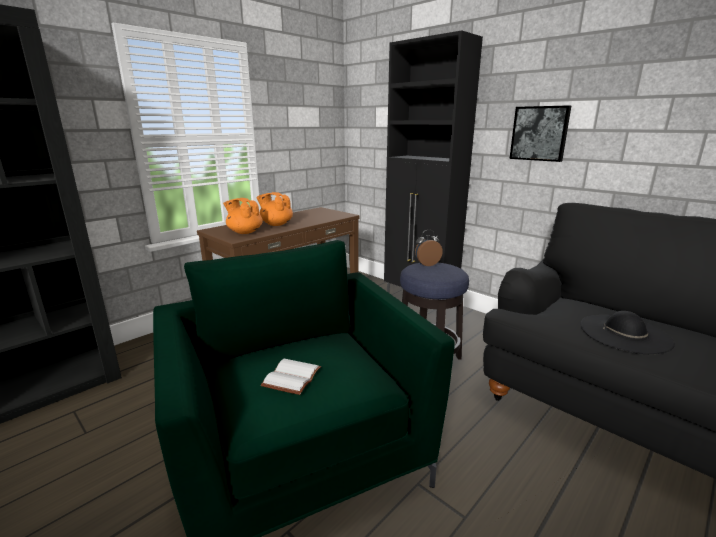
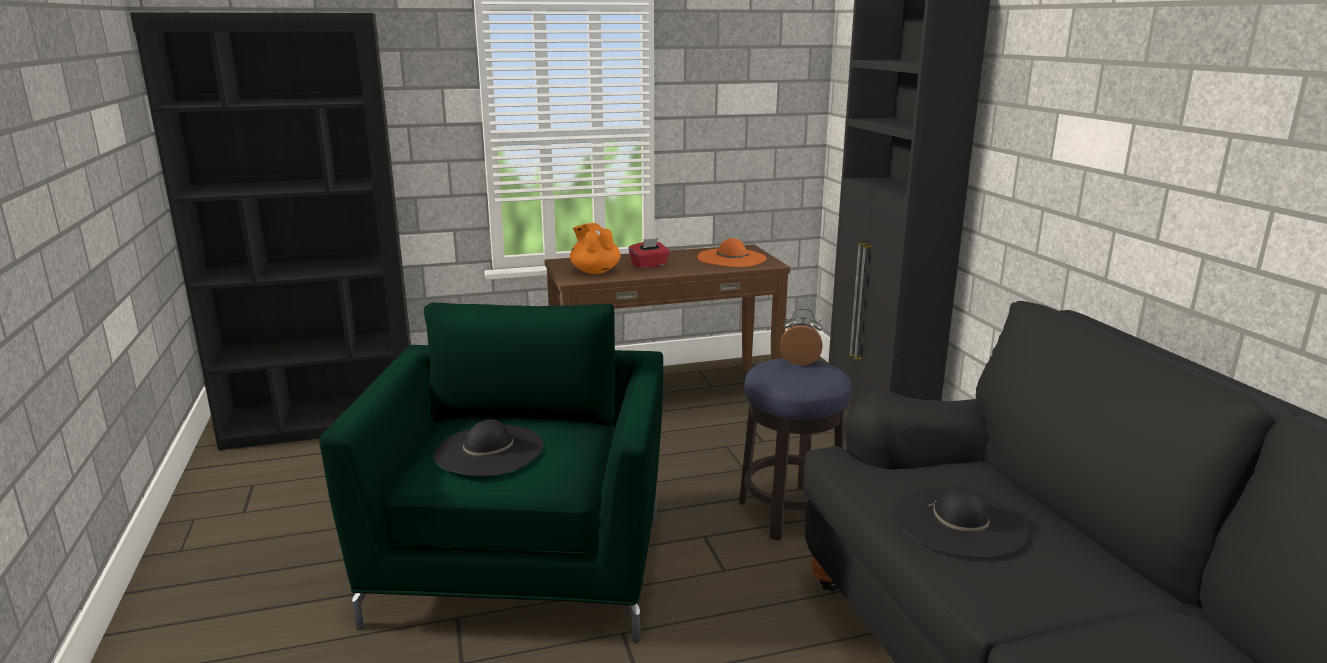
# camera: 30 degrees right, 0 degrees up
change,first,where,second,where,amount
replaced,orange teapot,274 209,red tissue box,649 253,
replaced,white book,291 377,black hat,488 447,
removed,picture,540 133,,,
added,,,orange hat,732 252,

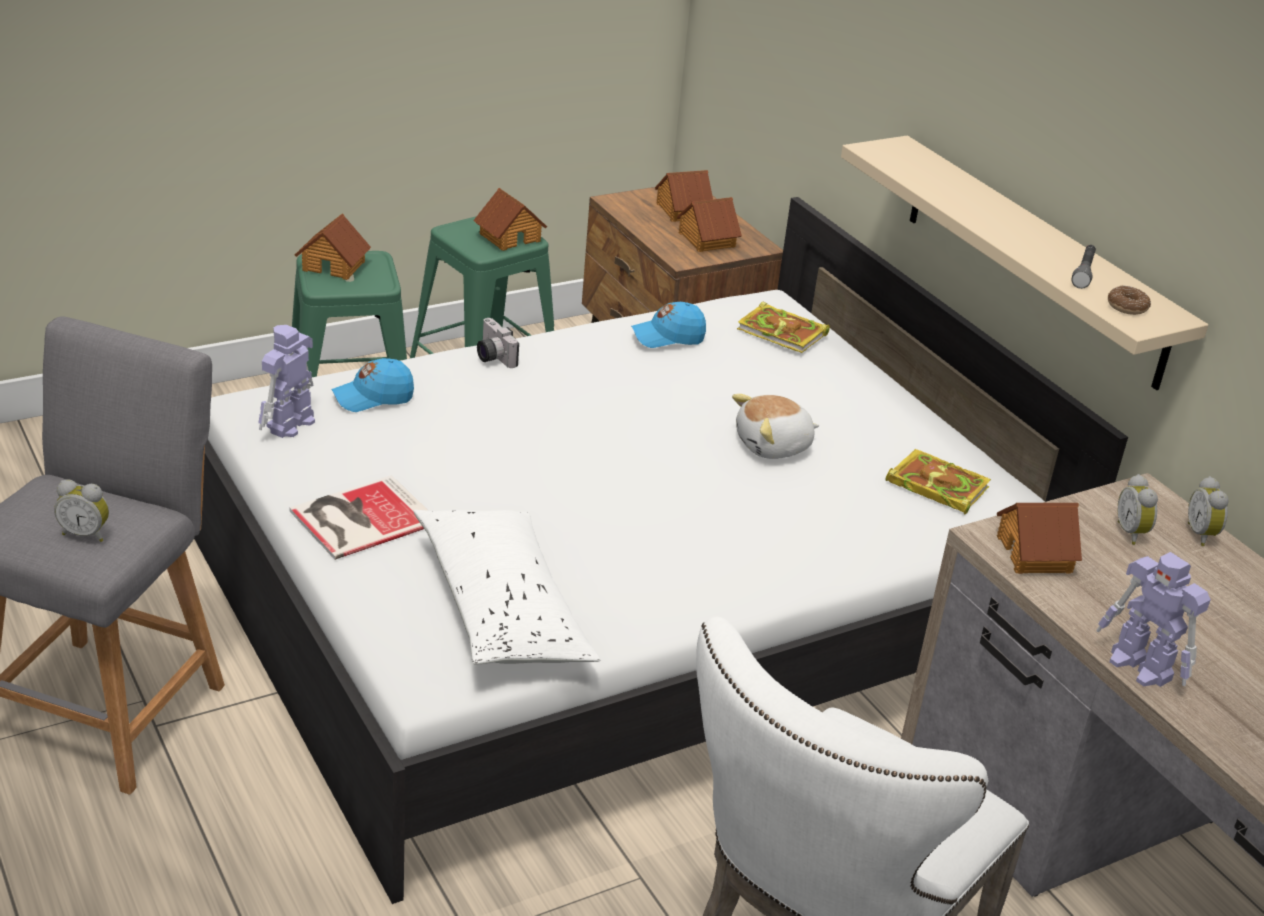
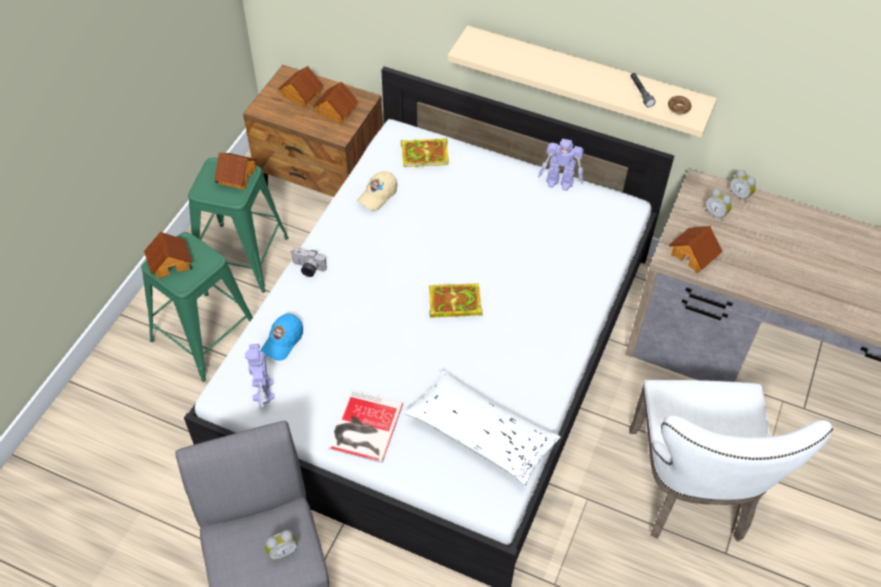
# camera: 35 degrees left, 20 degrees up
change,first,where,second,where,amount
recoloured,blue cap,668 325,beige cap,377 191,
removed,plush toy,775 426,,,
moved,book,938 482,,456 300,
moved,toy robot,1153 619,,561 165,

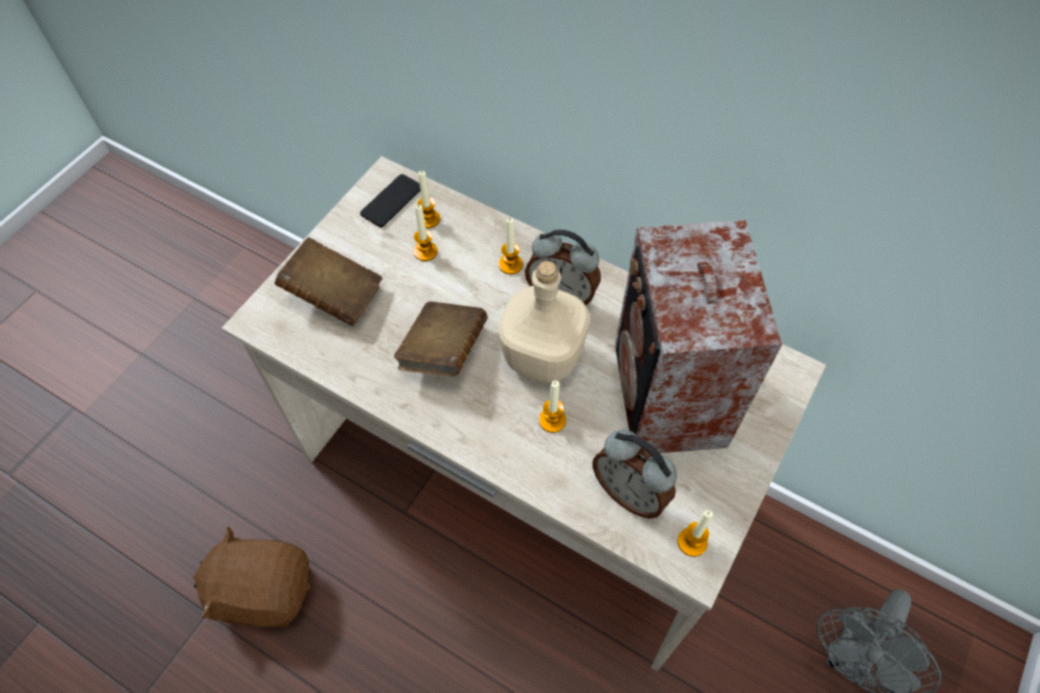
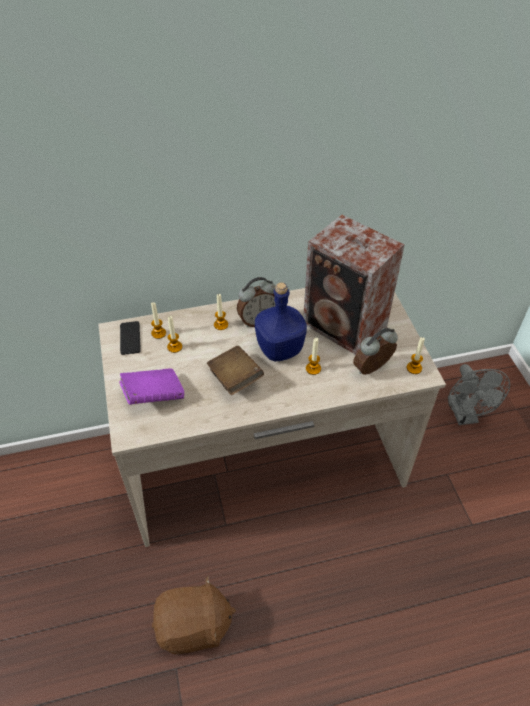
# camera: 45 degrees left, 10 degrees down
change,first,where,second,where,amount
turned,brown plush toy,251 577,,194 615,150 degrees counterclockwise
recoloured,brown book,329 281,purple book,151 386,
recoloured,beige bottle,544 322,blue bottle,281 321,
turned,alarm clock,635 474,,375 351,150 degrees clockwise

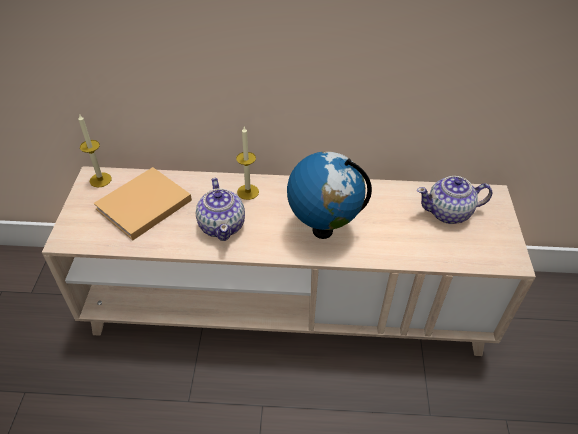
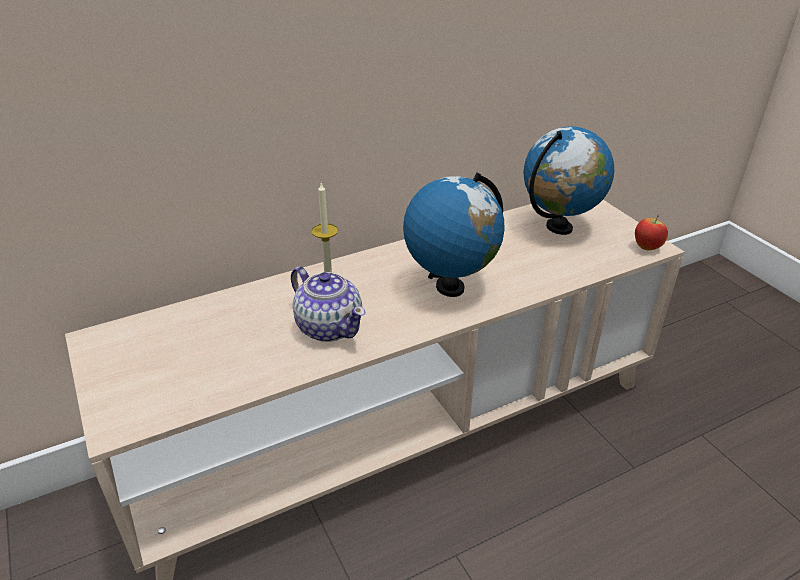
# camera: 30 degrees left, 10 degrees down
change,first,where,second,where,amount
removed,candle,95 150,,,
removed,beige book,143 203,,,
replaced,teapot,454 200,globe,568 180,
added,,,apple,651 232,

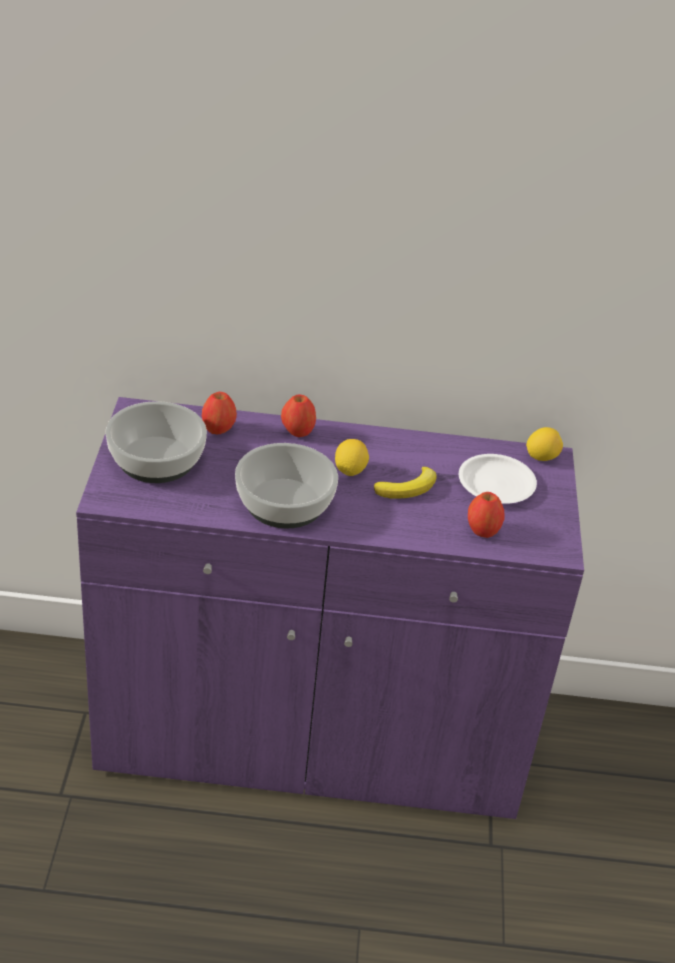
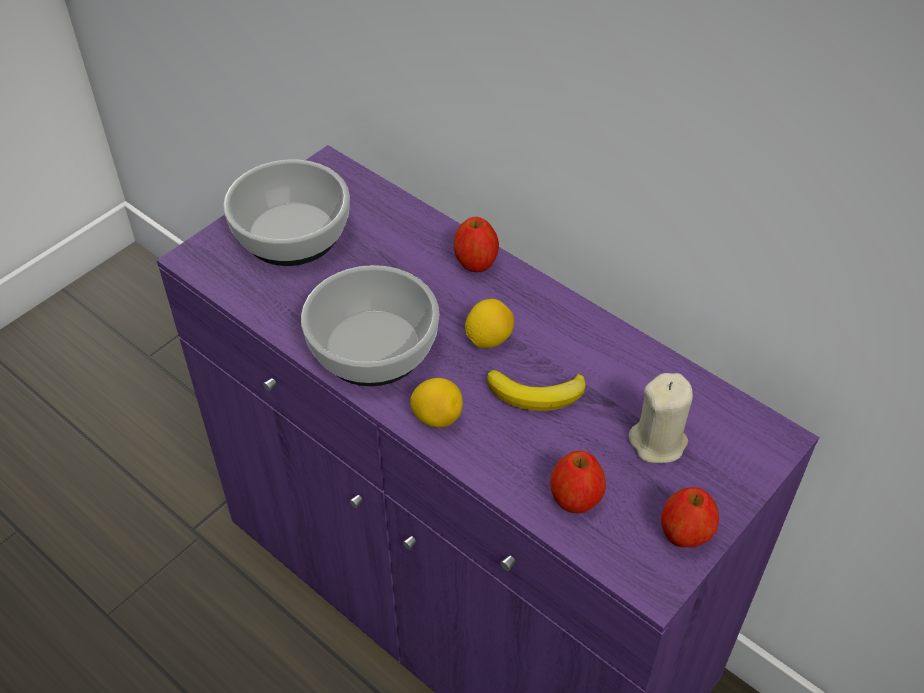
# camera: 40 degrees right, 10 degrees up
change,first,where,second,where,amount
moved,apple,219 413,,690 517,
replaced,white plate,498 479,beige candle,661 418,
moved,lemon,544 444,,436 402,

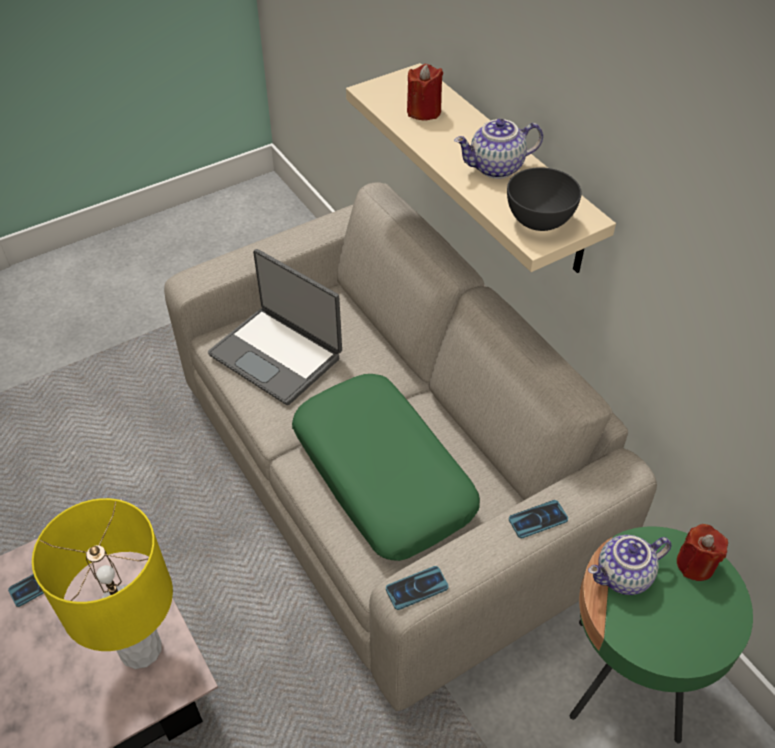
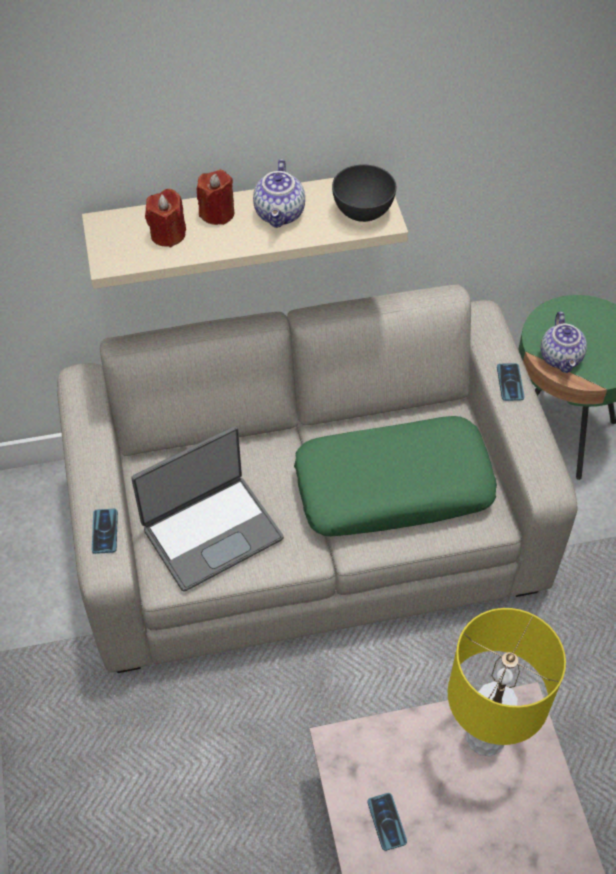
# camera: 70 degrees left, 5 degrees up
change,first,where,second,where,amount
moved,phone,417 588,,105 531,
moved,red candle,702 552,,215 197,

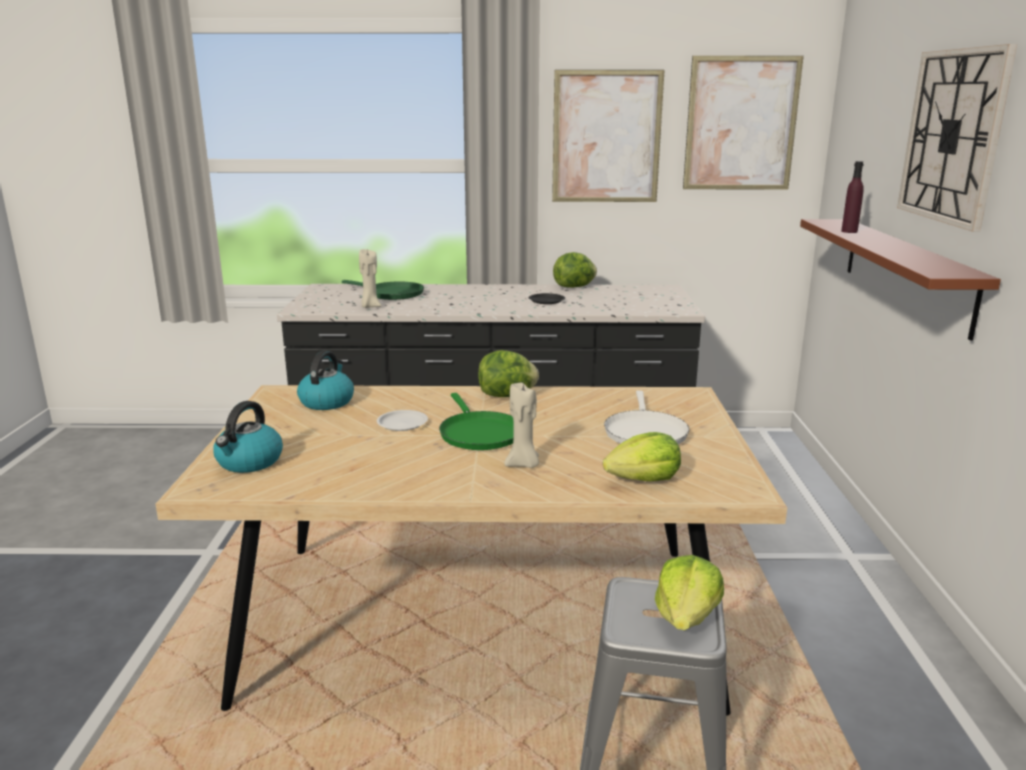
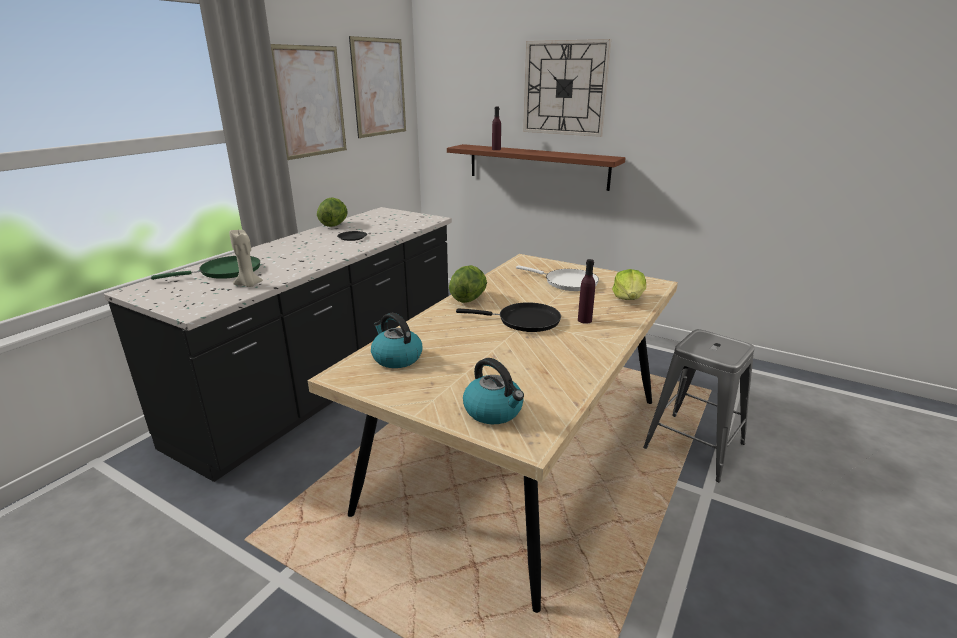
# camera: 60 degrees left, 5 degrees up
change,first,where,second,where,amount
removed,white plate,402 420,,,
recoloured,green frying pan,476 421,black frying pan,508 317,
replaced,beige candle,521 424,purple bottle,586 291,
removed,lettuce,689 593,,,

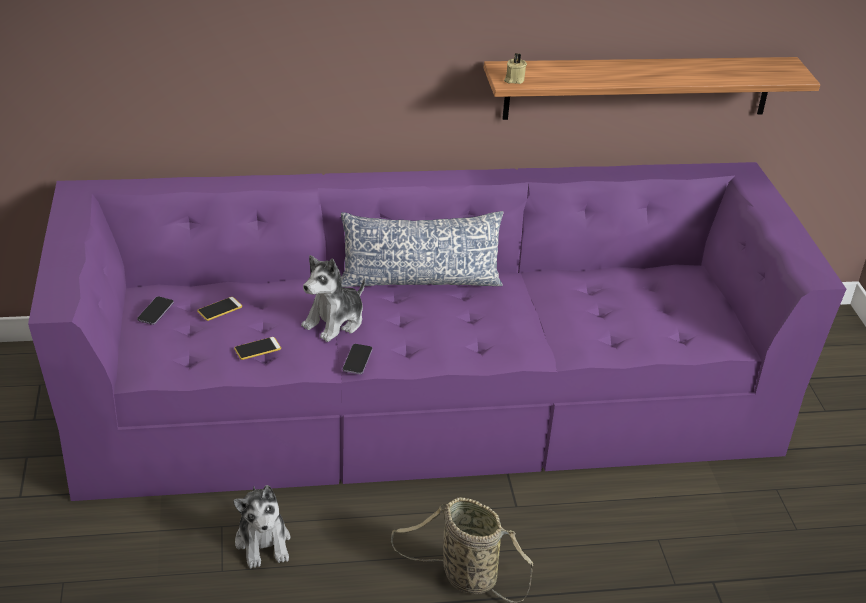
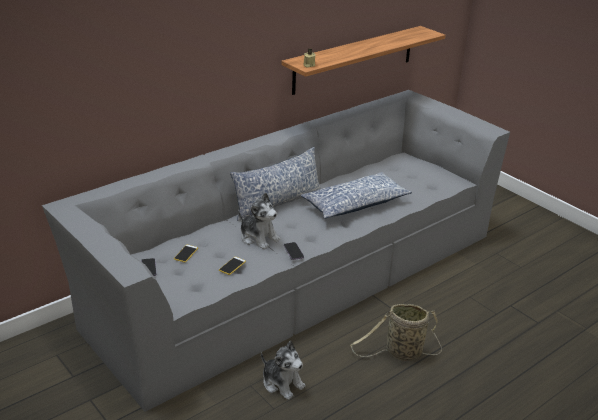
# camera: 30 degrees left, 5 degrees down
change,first,where,second,where,amount
recoloured,purple sofa,437 331,grey sofa,276 251,
turned,plush toy,333 298,,259 221,60 degrees counterclockwise
added,,,pillow,356 195,

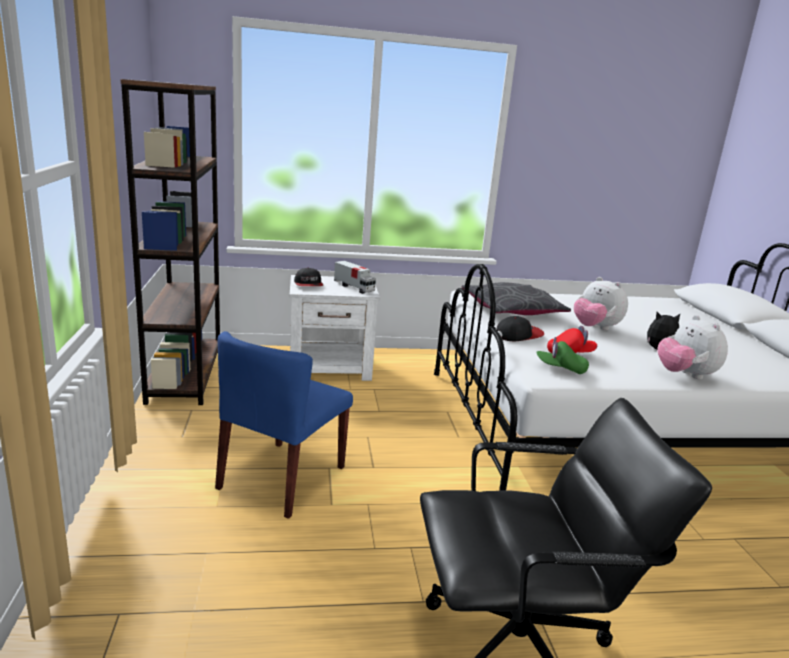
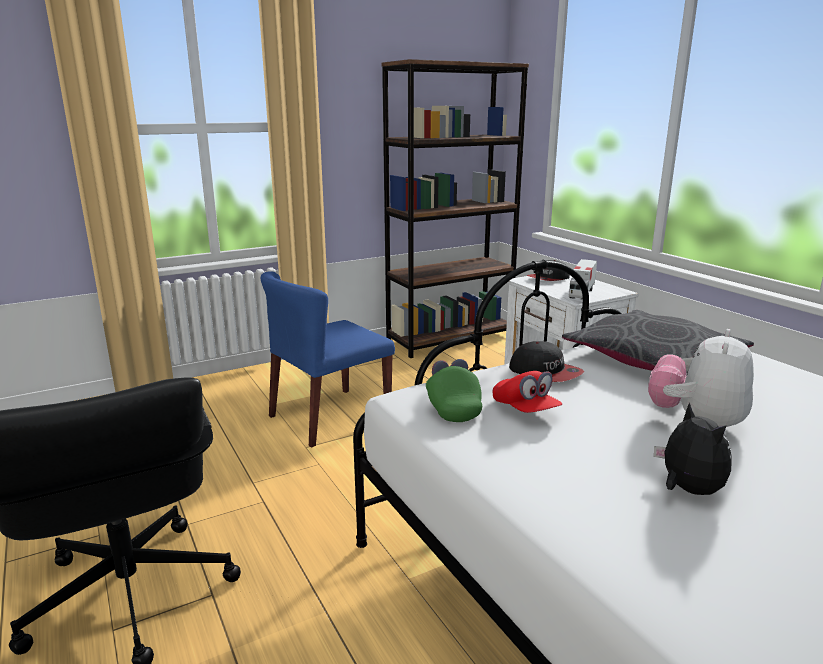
# camera: 70 degrees right, 0 degrees up
change,first,where,second,where,amount
turned,blue chair,284 425,,327 359,45 degrees counterclockwise
removed,plush toy,693 347,,,

